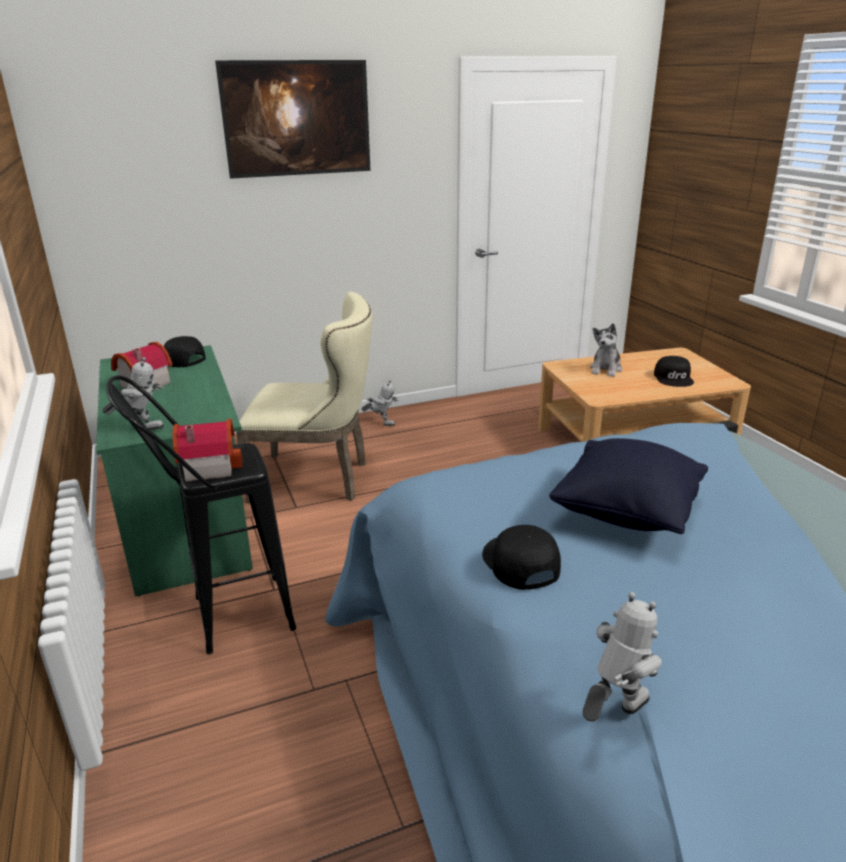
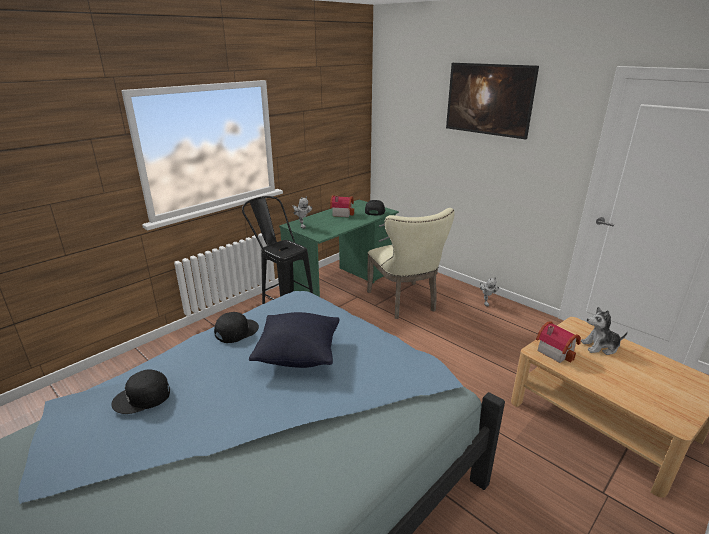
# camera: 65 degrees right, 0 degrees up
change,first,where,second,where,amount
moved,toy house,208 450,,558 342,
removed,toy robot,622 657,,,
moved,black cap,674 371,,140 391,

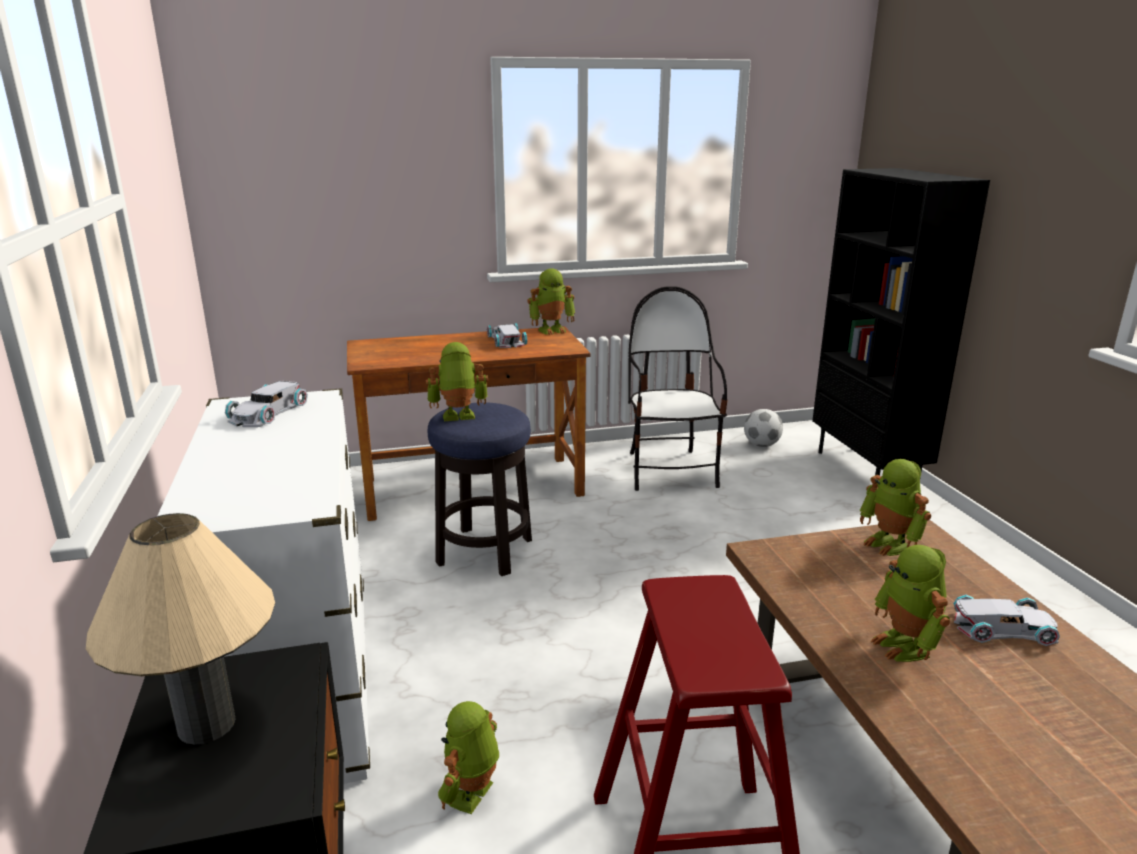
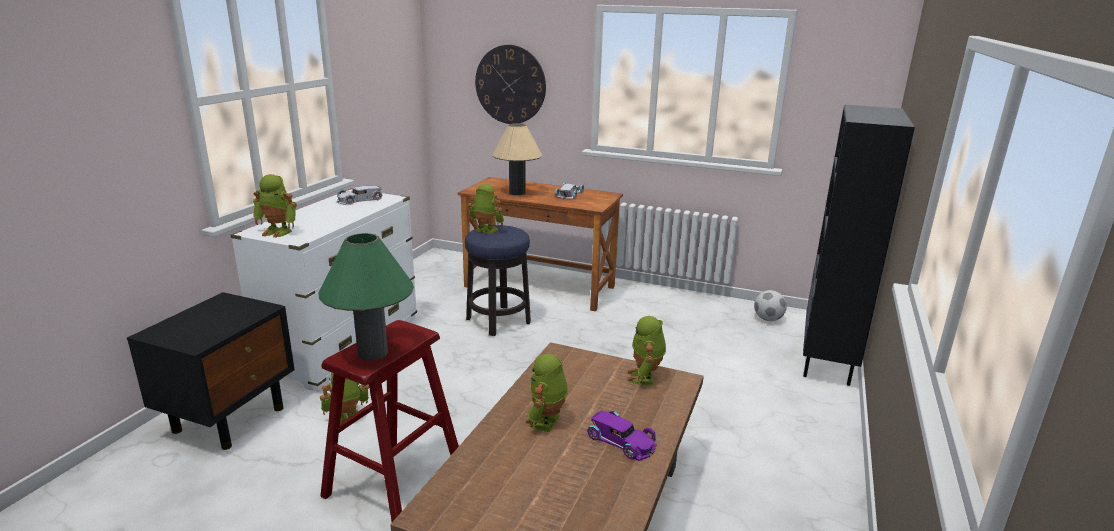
# camera: 35 degrees right, 0 degrees up
change,first,where,second,where,amount
moved,beige table lamp,180 629,,517 159,
moved,toy robot,551 301,,275 206,
removed,chair,677 388,,,
recoloured,white toy car,1006 620,purple toy car,622 435,
added,,,green table lamp,366 297,
added,,,wall clock,510 84,

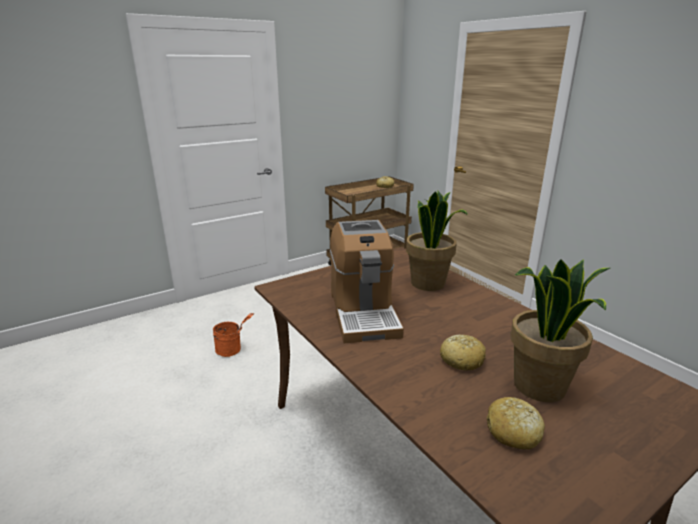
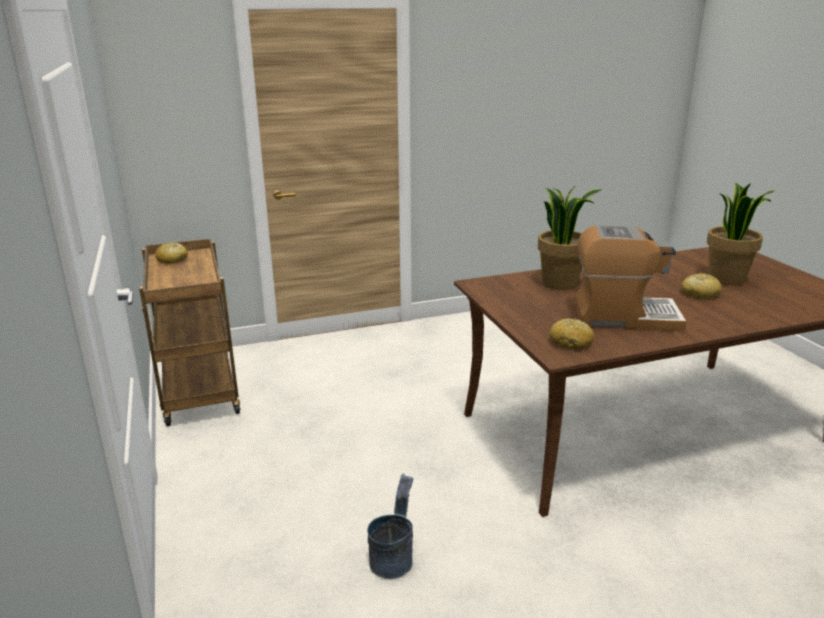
# camera: 75 degrees left, 0 degrees up
change,first,where,second,where,amount
recoloured,orange bucket,233 335,grey bucket,390 526,
moved,bread,516 423,,572 333,

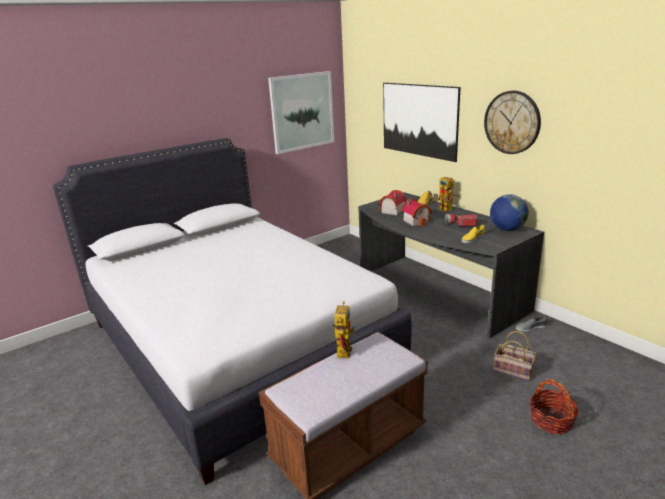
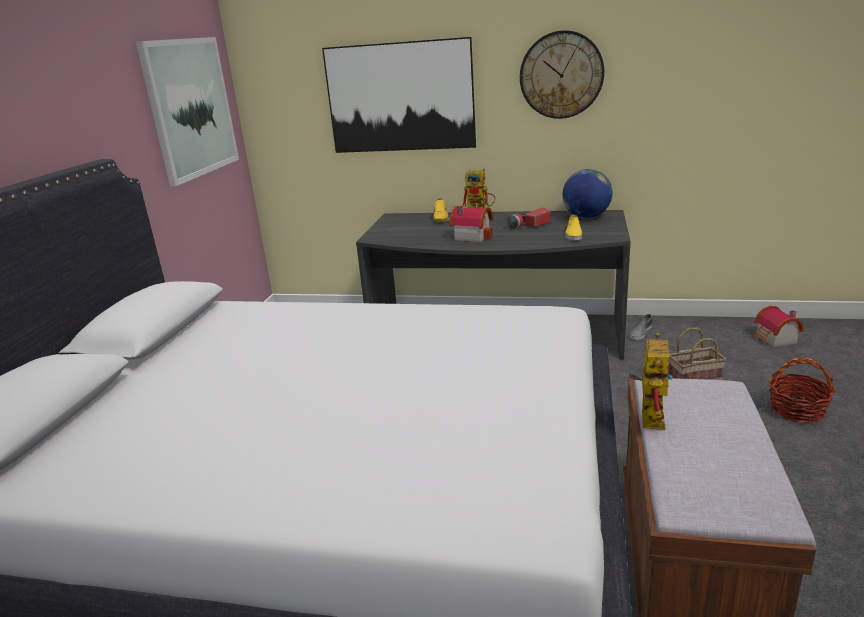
# camera: 40 degrees left, 0 degrees up
change,first,where,second,where,amount
turned,toy robot,344 330,,650 381,45 degrees clockwise
moved,toy house,392 202,,778 326,

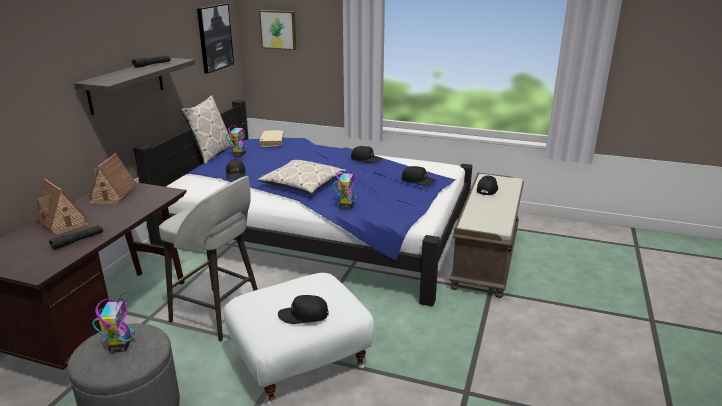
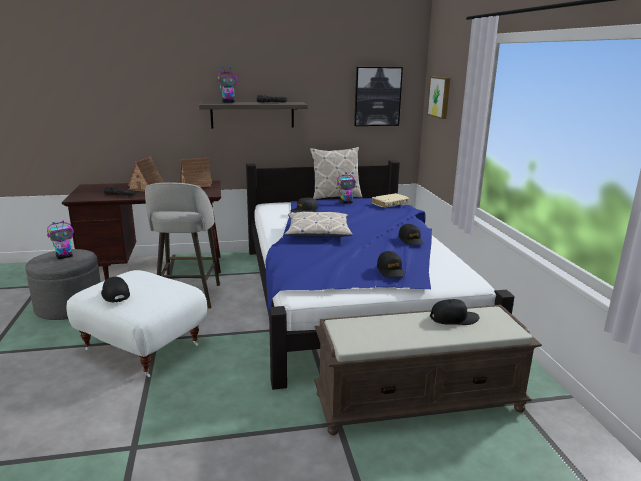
# camera: 60 degrees right, 5 degrees down
change,first,where,second,where,amount
moved,toy robot,347 187,,227 84,

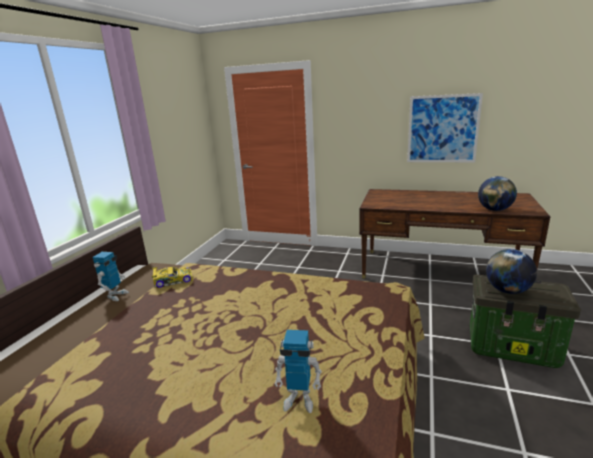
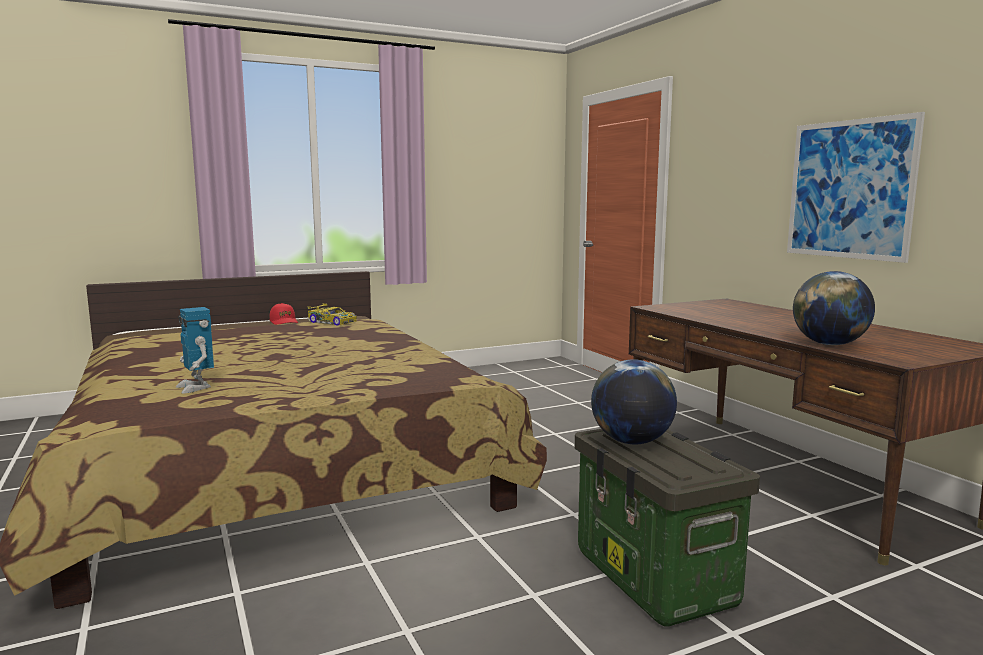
# camera: 45 degrees right, 10 degrees down
change,first,where,second,where,amount
replaced,toy robot,111 276,red cap,283 314,

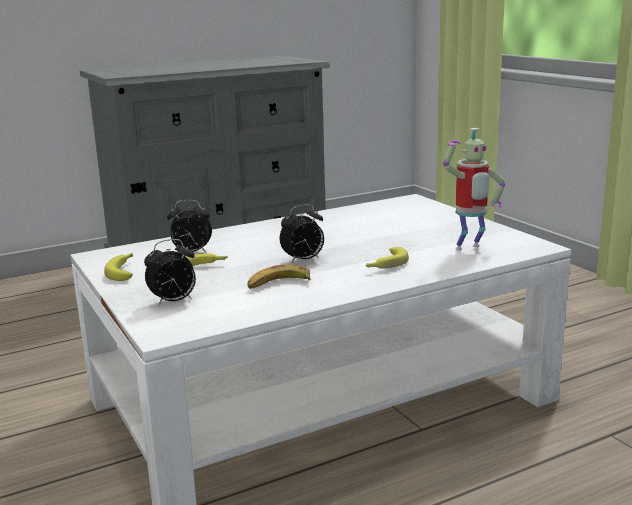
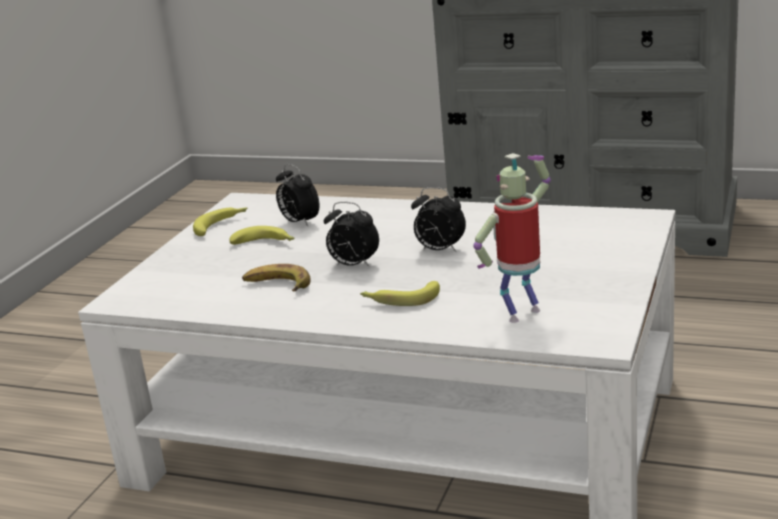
# camera: 50 degrees right, 5 degrees up
change,first,where,second,where,amount
moved,alarm clock,170 272,,438 219,
turned,toy robot,474 189,,512 238,120 degrees clockwise

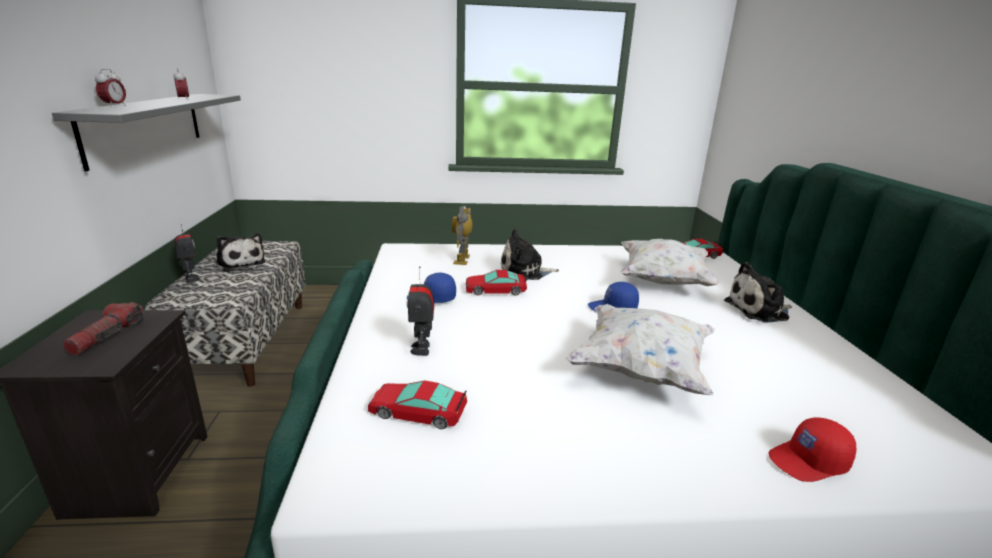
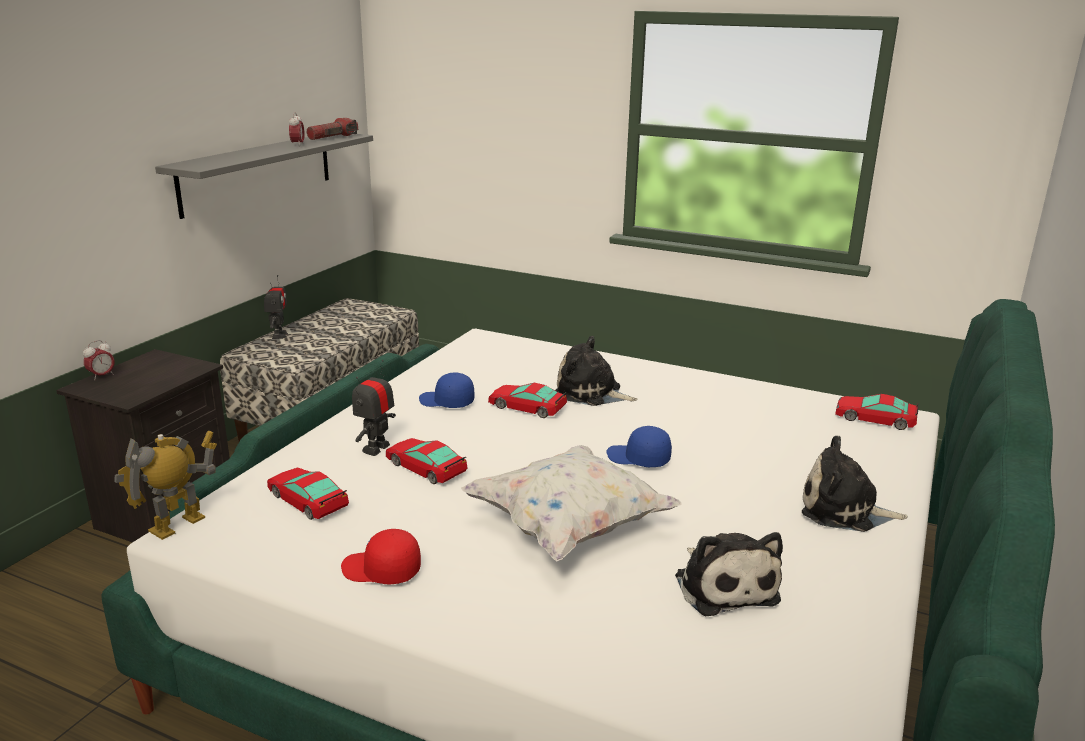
# camera: 30 degrees right, 0 degrees up
change,first,where,second,where,amount
moved,flashlight,103 328,,332 129,
moved,alarm clock,110 88,,99 360,
moved,plush toy,240 252,,729 574,
moved,toy robot,462 235,,165 485,
removed,white pillow,670 262,,,
moved,red cap,812 449,,381 557,
added,,,toy car,426 461,

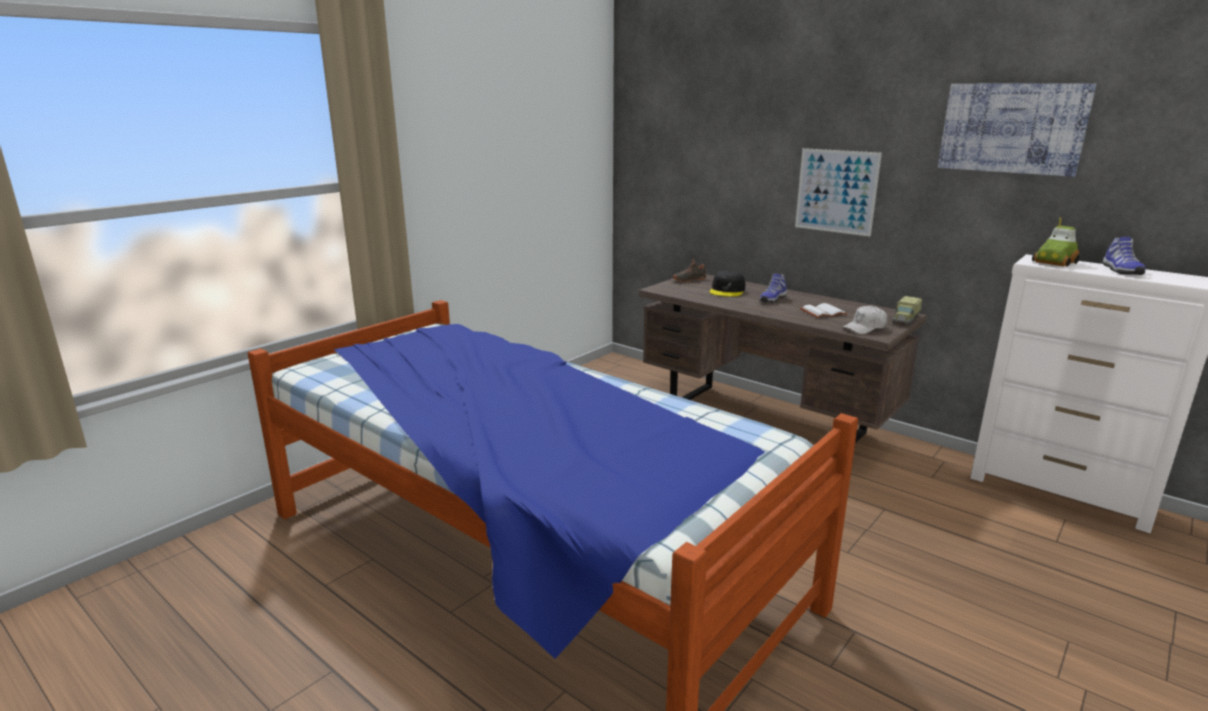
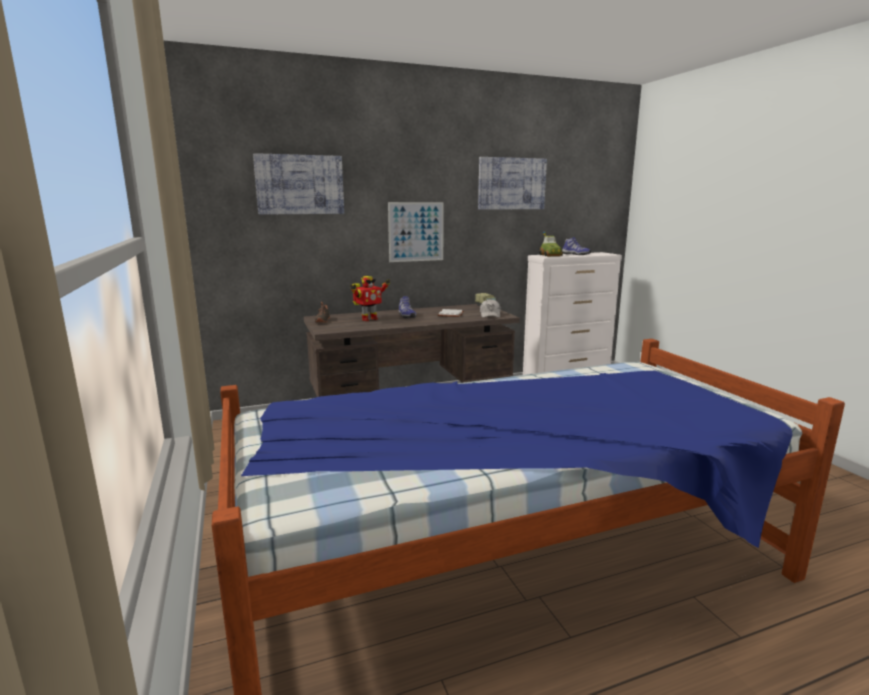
# camera: 60 degrees left, 5 degrees down
change,first,where,second,where,amount
replaced,black cap,728 284,toy robot,370 298,
added,,,picture,298 183,

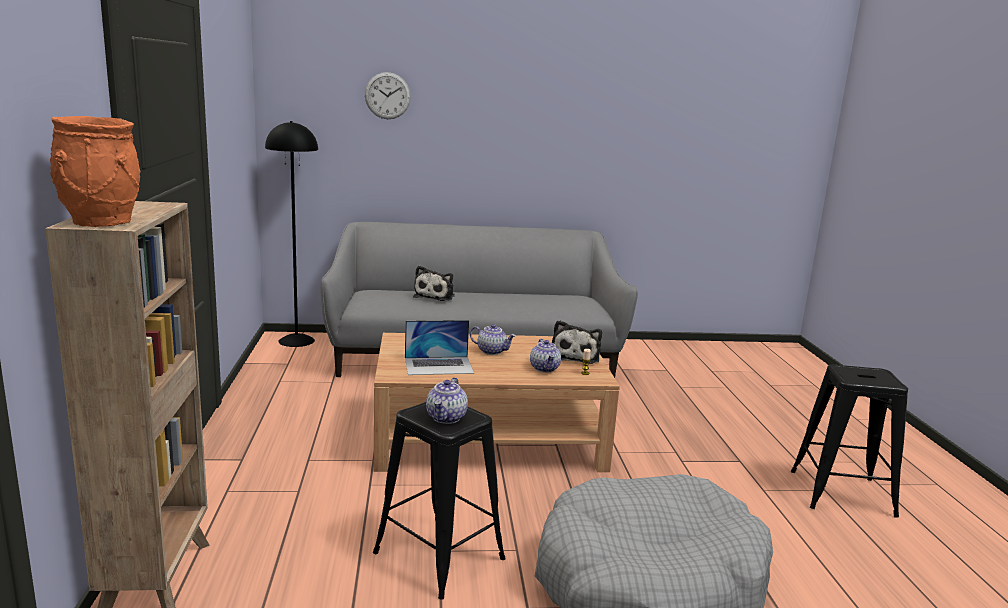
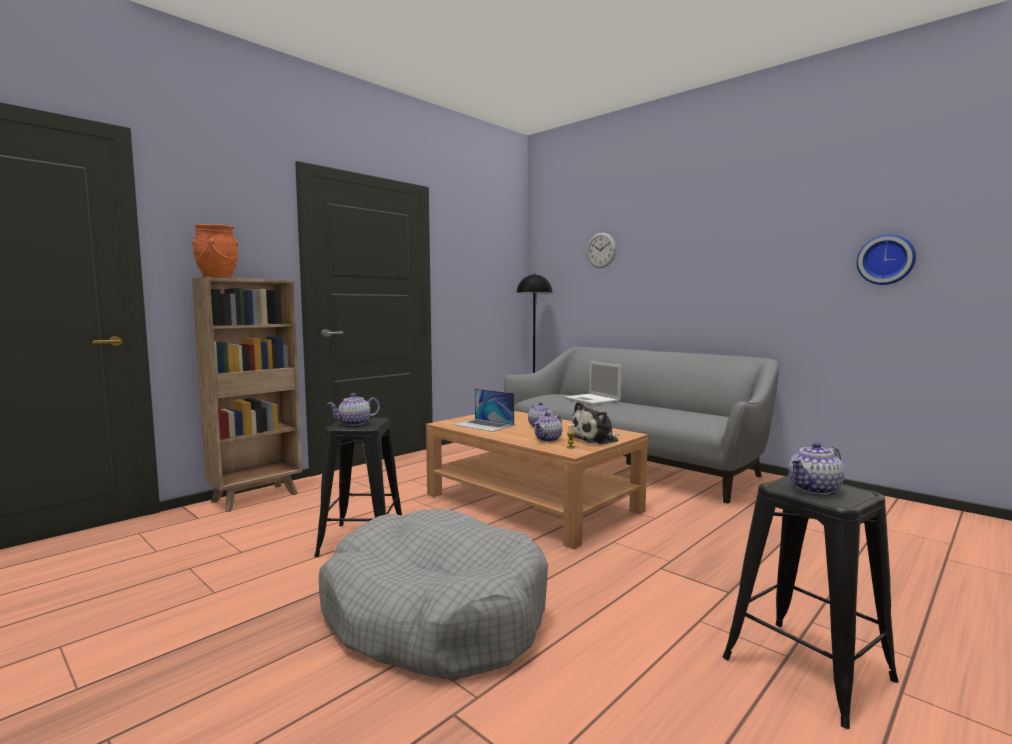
# camera: 50 degrees right, 10 degrees down
change,first,where,second,where,amount
replaced,plush toy,434 283,laptop,593 383,
added,,,teapot,816 468,
added,,,wall clock,886 259,

